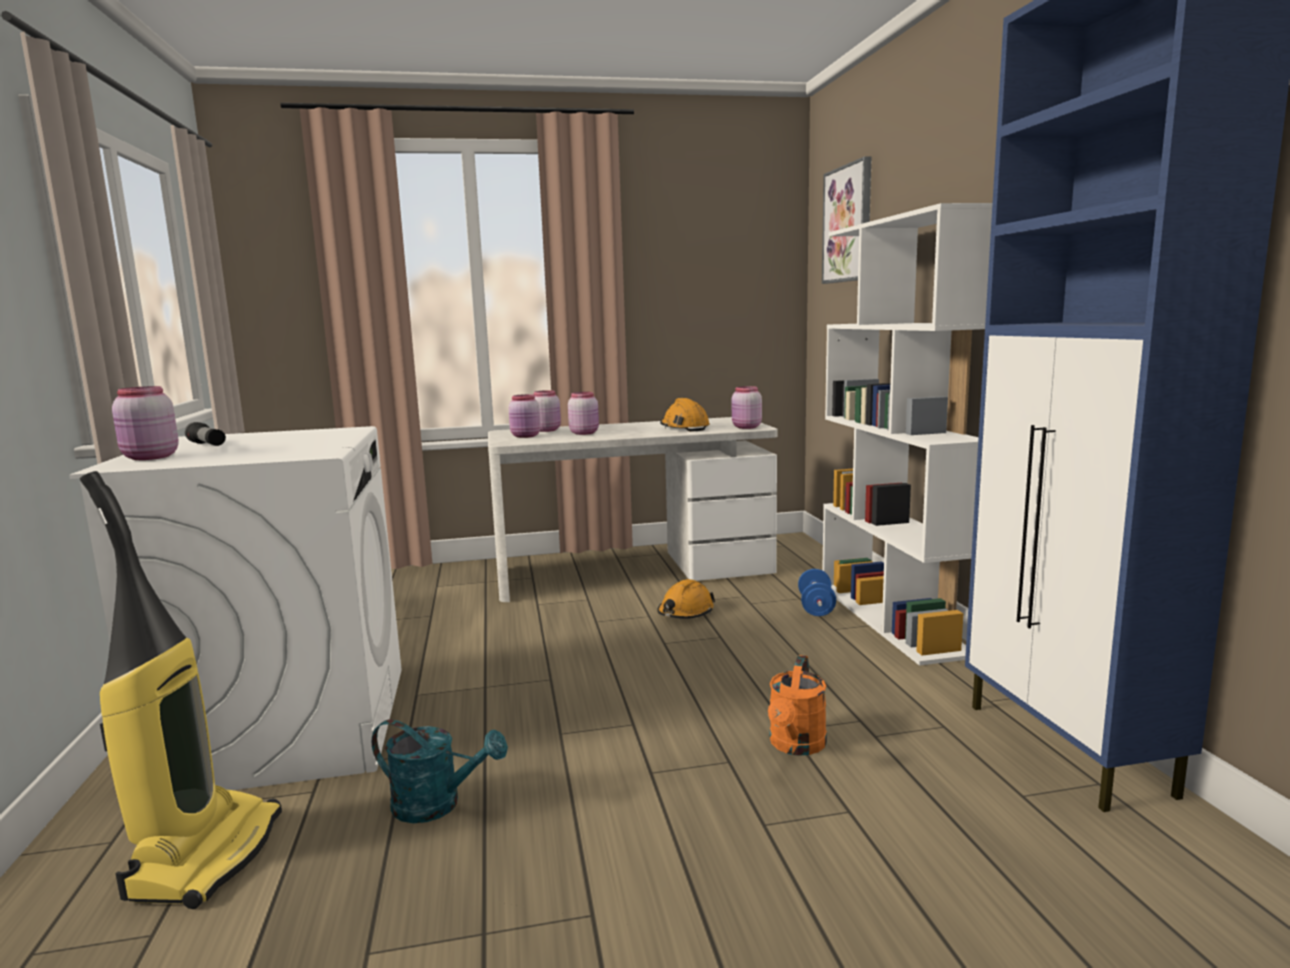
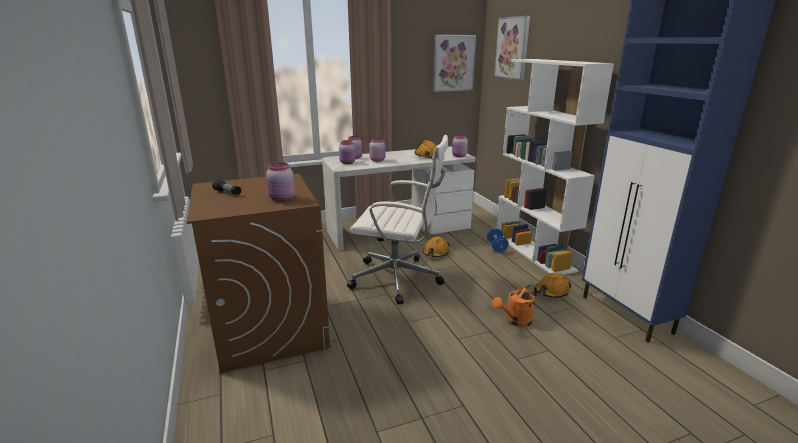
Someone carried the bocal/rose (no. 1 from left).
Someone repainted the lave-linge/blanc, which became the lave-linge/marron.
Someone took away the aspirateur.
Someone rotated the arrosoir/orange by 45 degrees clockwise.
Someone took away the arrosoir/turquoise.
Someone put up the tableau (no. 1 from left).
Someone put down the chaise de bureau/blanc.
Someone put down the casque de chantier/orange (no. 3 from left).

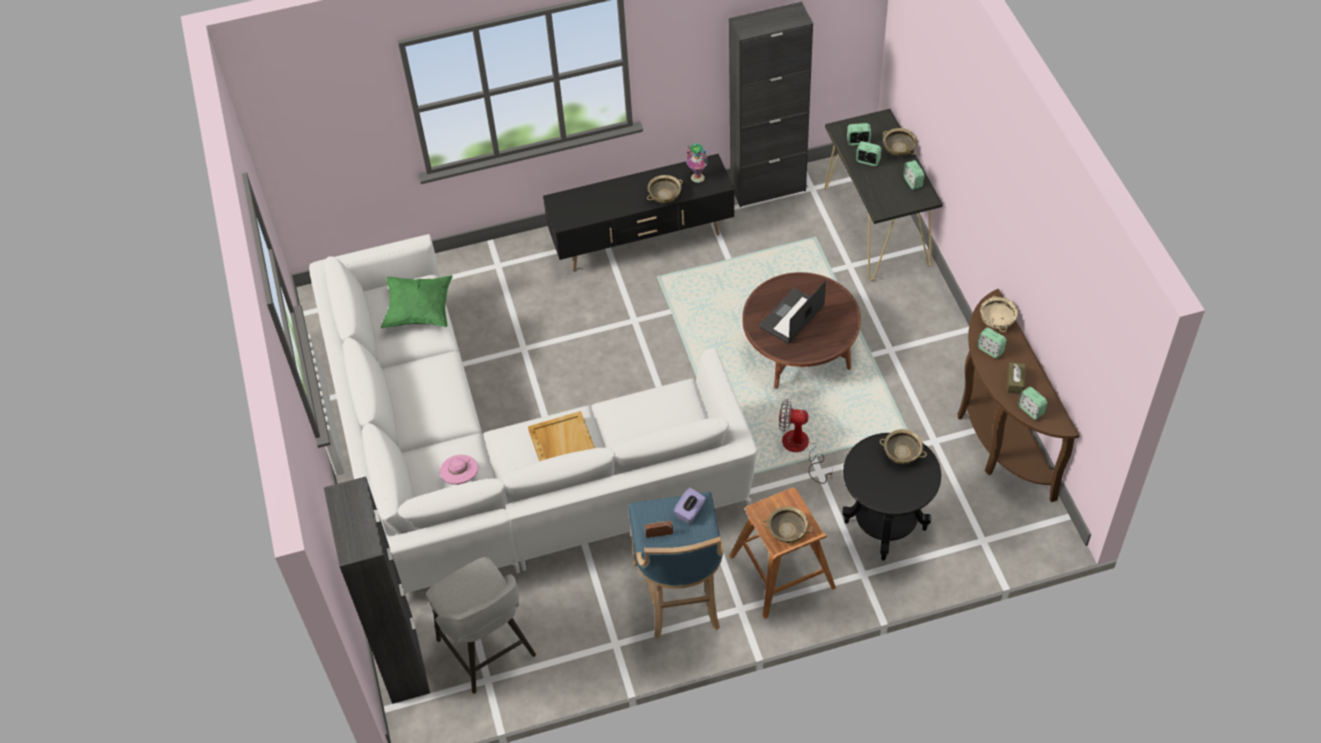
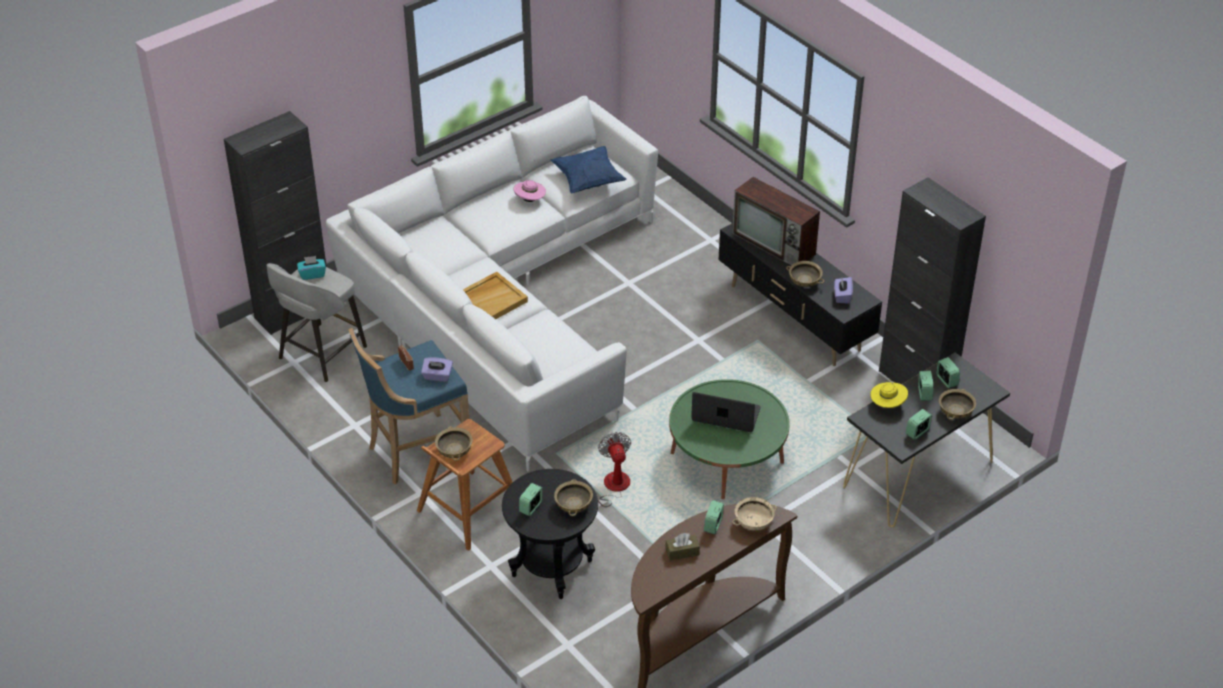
Someone swapped the vase for the boîte à mouchoirs/violet (no. 2 from left).
Someone repainted the table basse/marron, which became the table basse/vert.
Someone repainted the coussin/vert, which became the coussin/bleu.
Someone carried the réveil (no. 5 from left in the first image).
Someone carried the chapeau/rose.
Someone put down the téléviseur.
Someone put down the boîte à mouchoirs/turquoise.
Someone put down the chapeau/jaune.

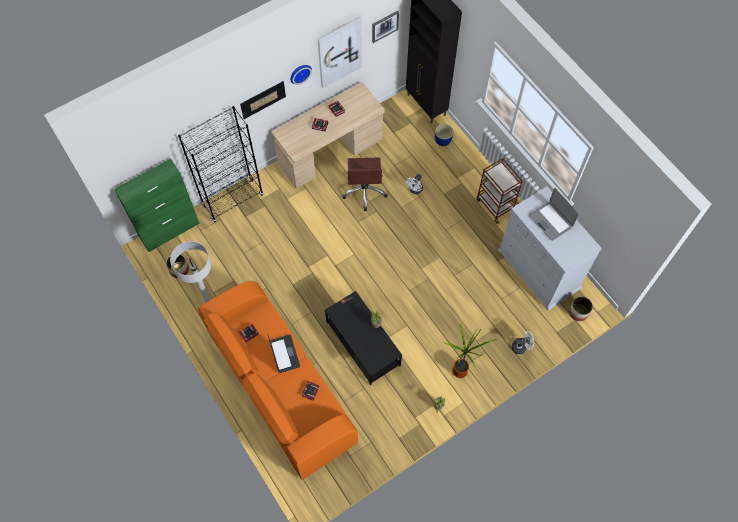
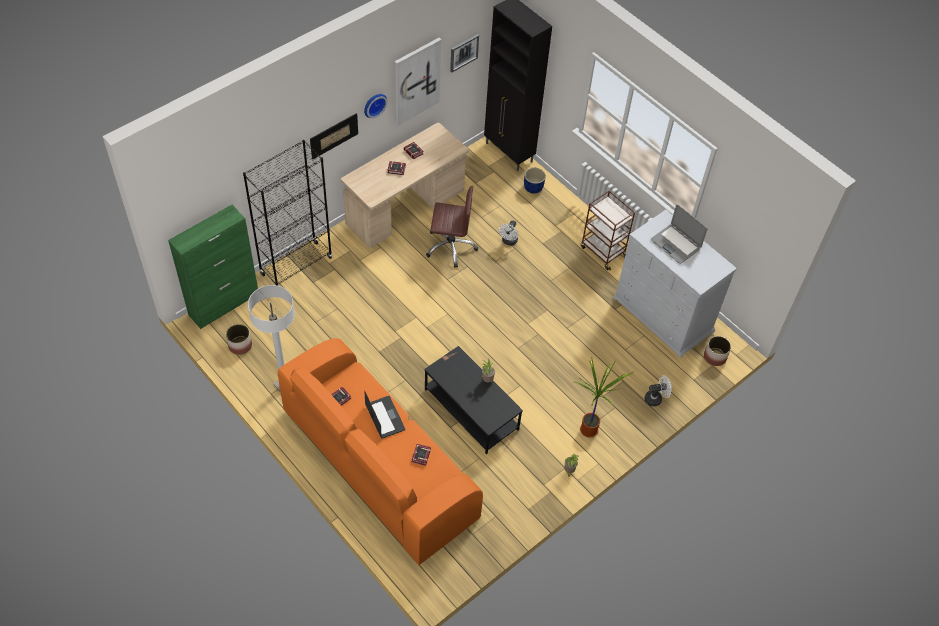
Someone rotated the chaise de bureau/marron by 75 degrees counterclockwise.

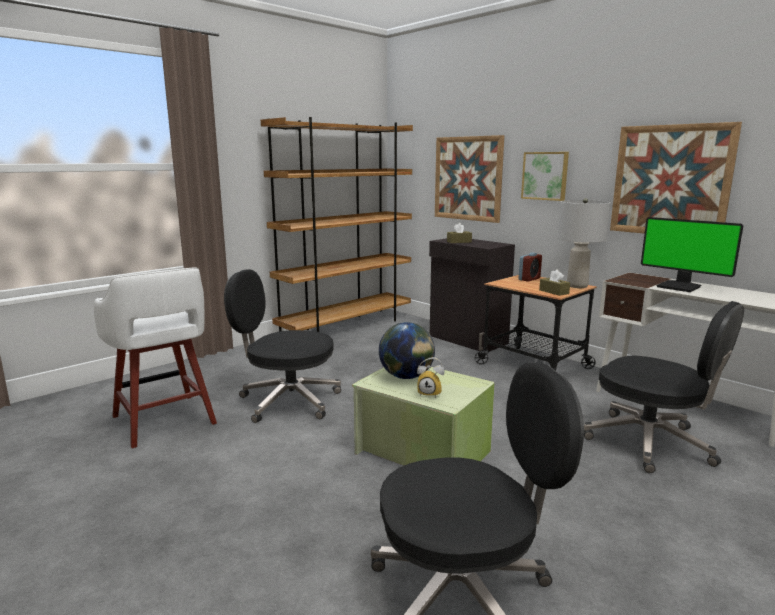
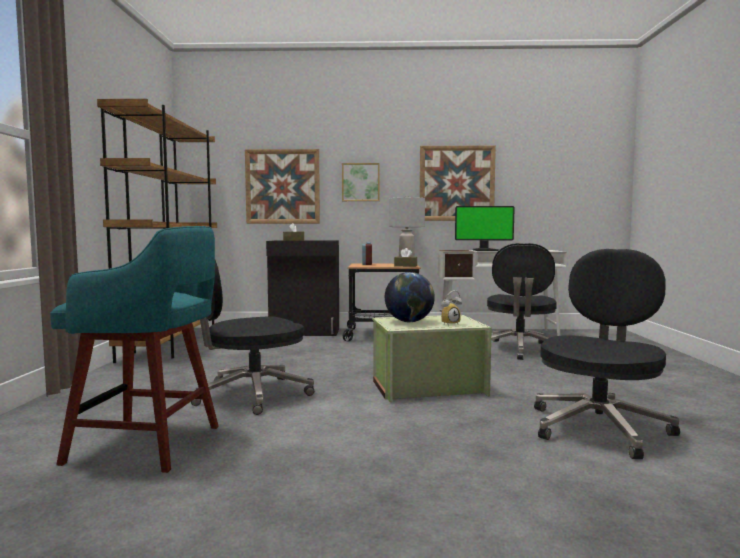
Someone repainted the tabouret/blanc, which became the tabouret/turquoise.
Someone rotated the chaise de bureau/noir (no. 3 from left in the first image) by 105 degrees clockwise.

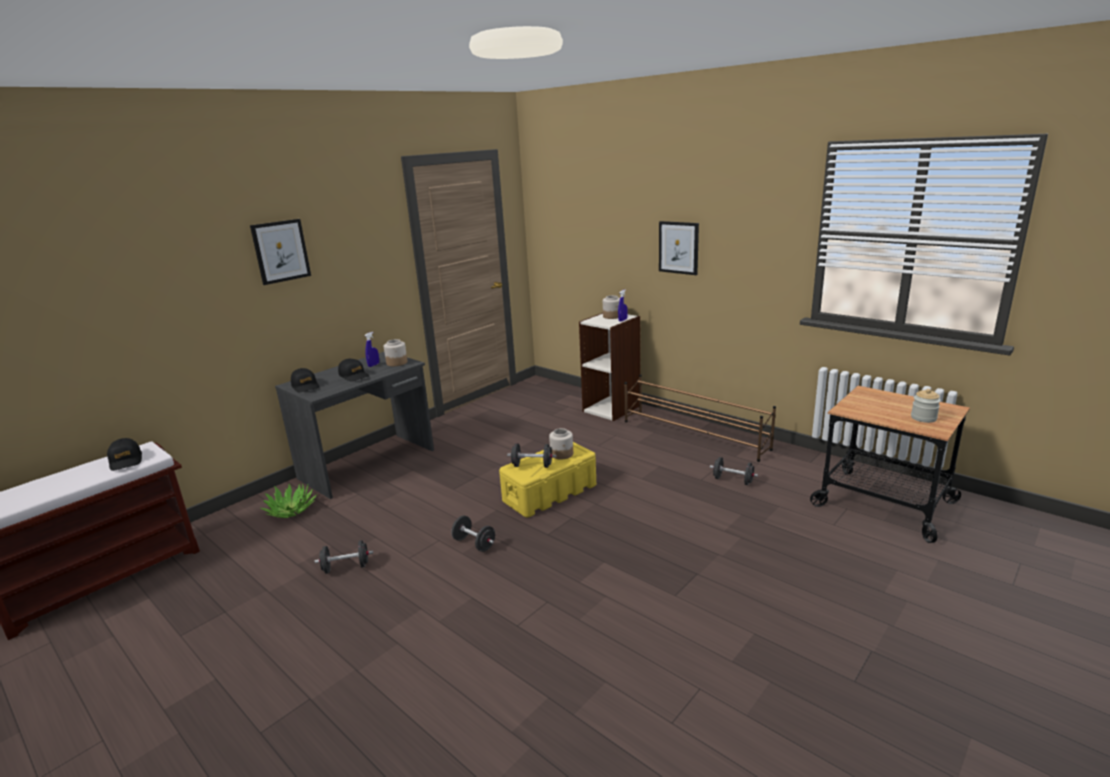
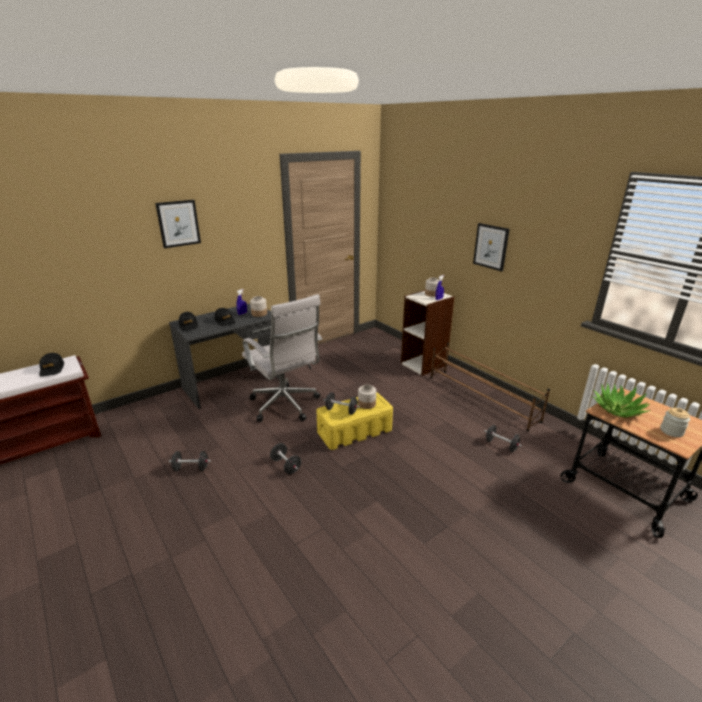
Someone carried the plante en pot.
Someone put down the chaise de bureau/blanc.

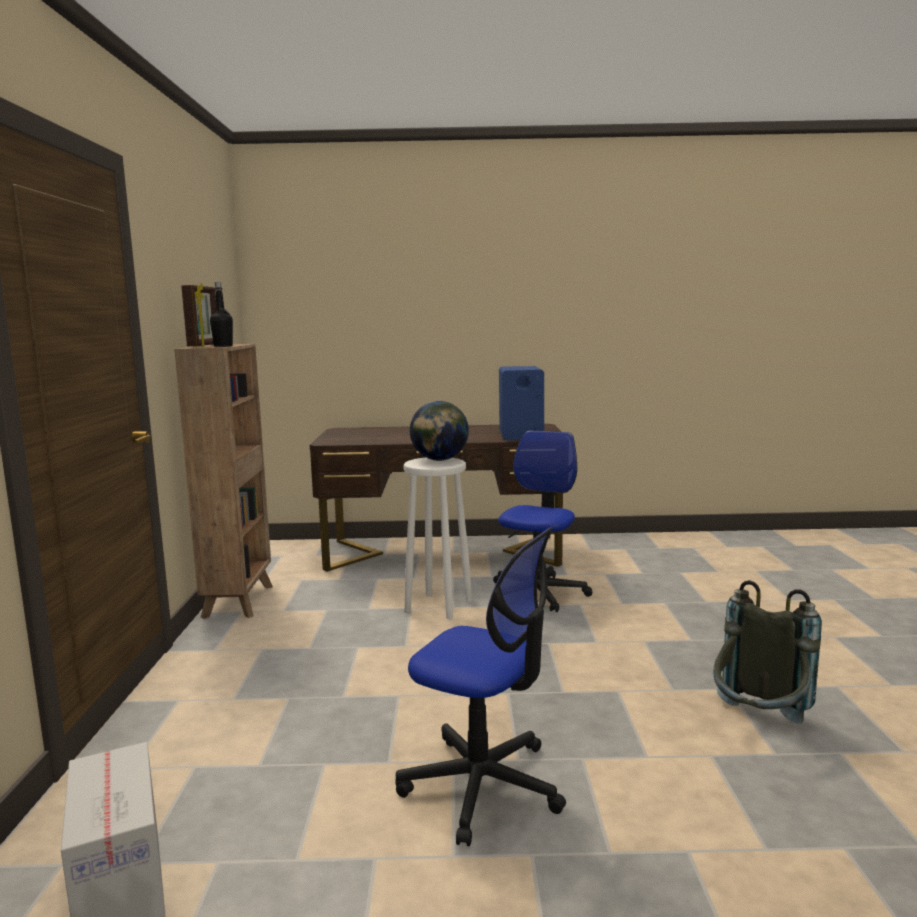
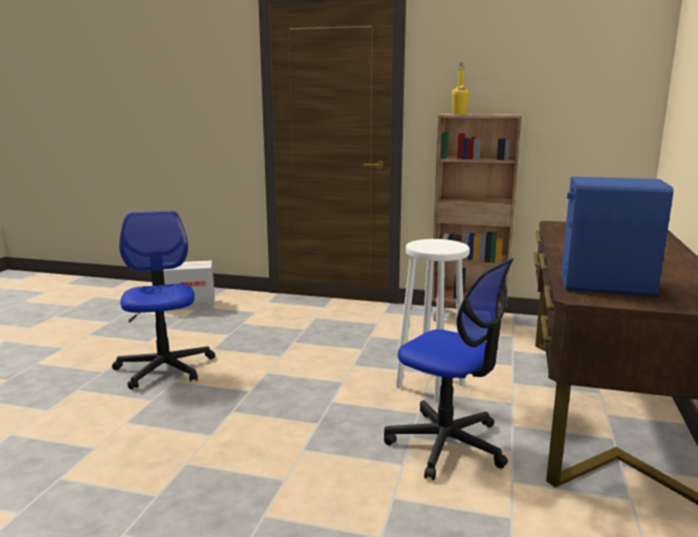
Someone repainted the bouteille/noir, which became the bouteille/jaune.
Someone took away the cadre photo.
Someone took away the globe.
Someone rotated the chaise de bureau (no. 1 from left) by 120 degrees clockwise.
Someone took away the sac à dos/gris.

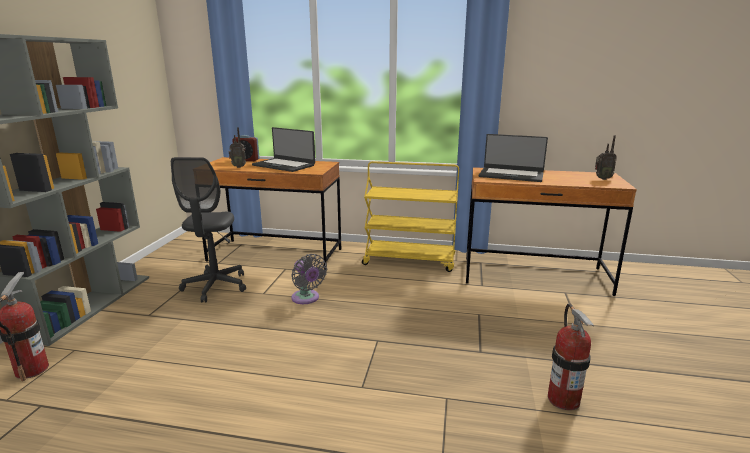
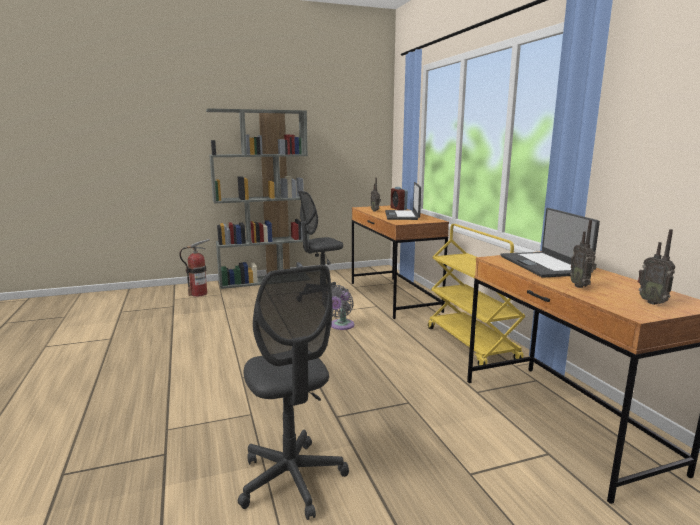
Someone swapped the extincteur (no. 2 from left) for the chaise de bureau/gris (no. 1 from left).
Someone put down the radio (no. 2 from left).

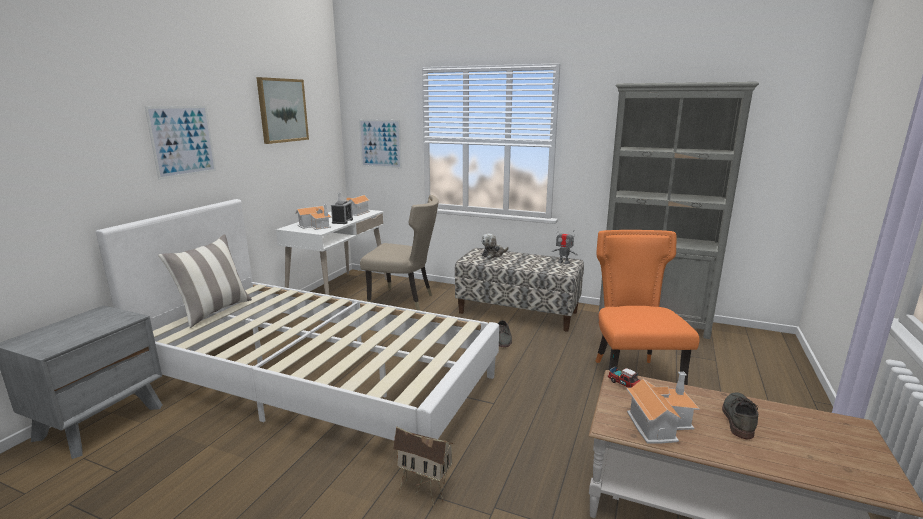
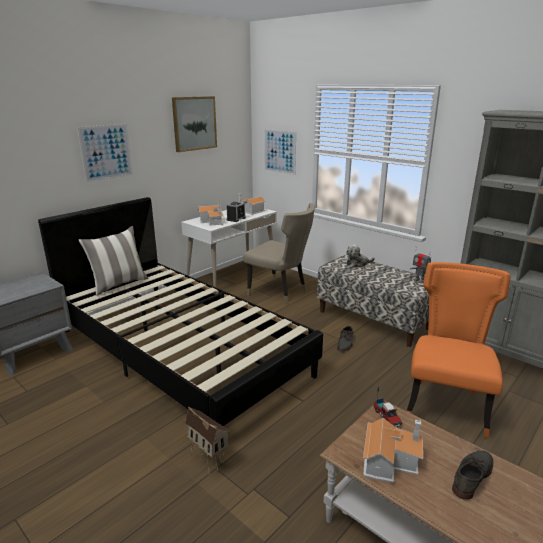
Someone repainted the lit/blanc, which became the lit/noir.

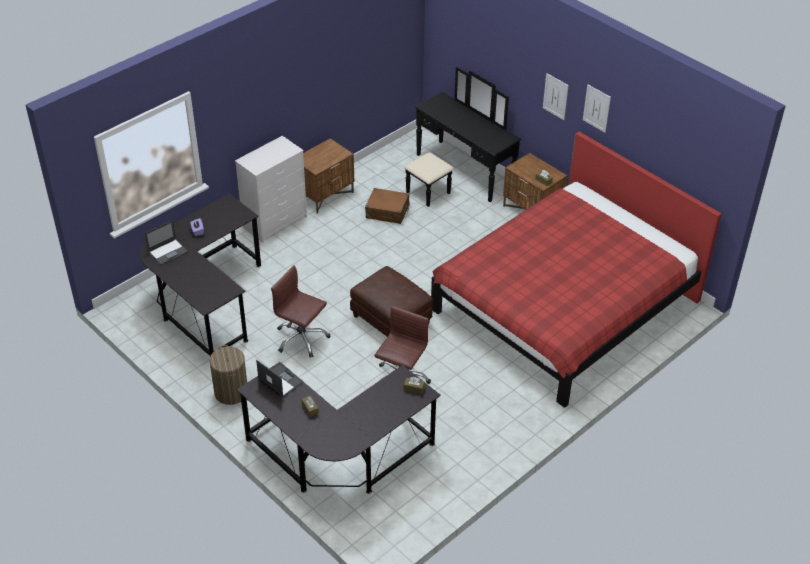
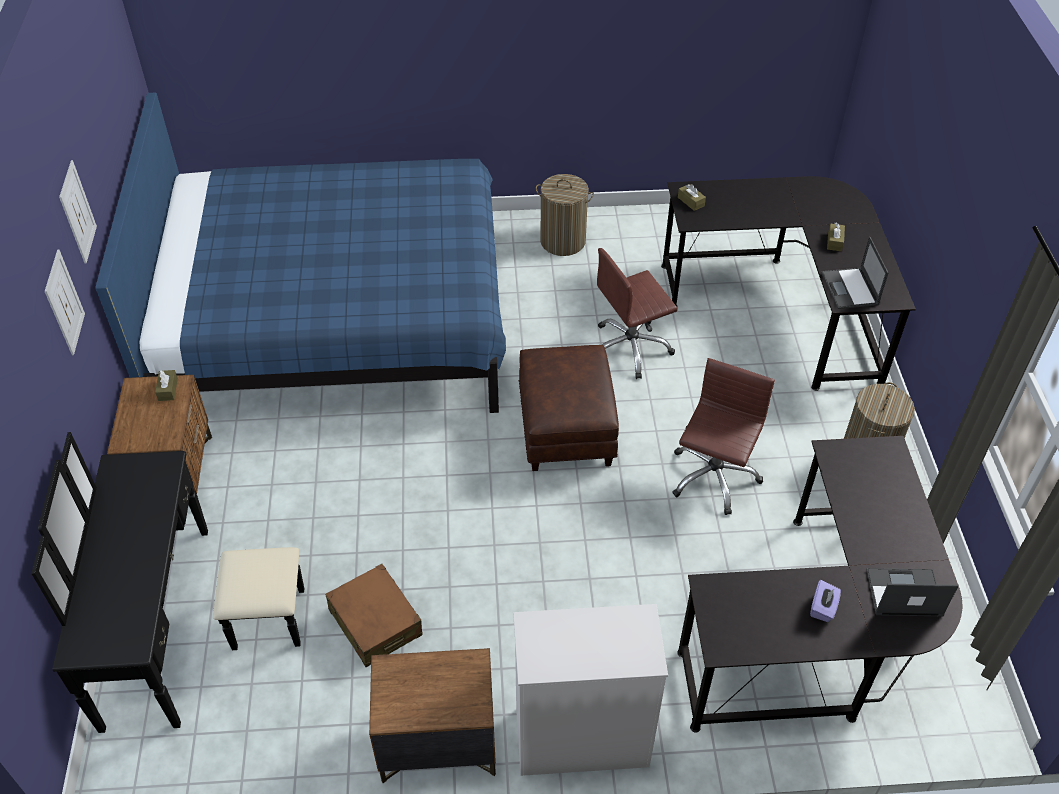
Someone repainted the lit/rouge, which became the lit/bleu.
Someone rotated the chaise de bureau/marron (no. 1 from left in the first image) by 135 degrees counterclockwise.
Someone put down the panier à linge (no. 1 from left).

